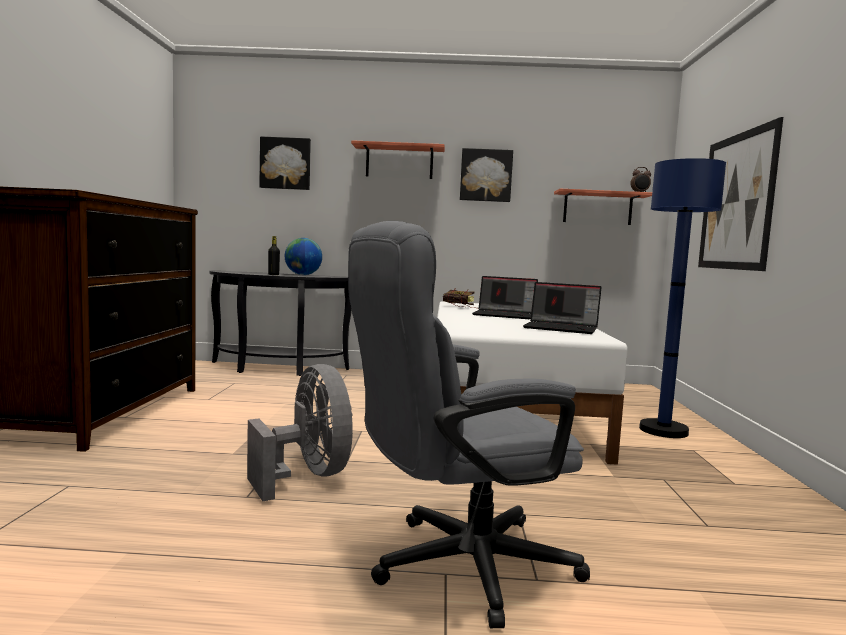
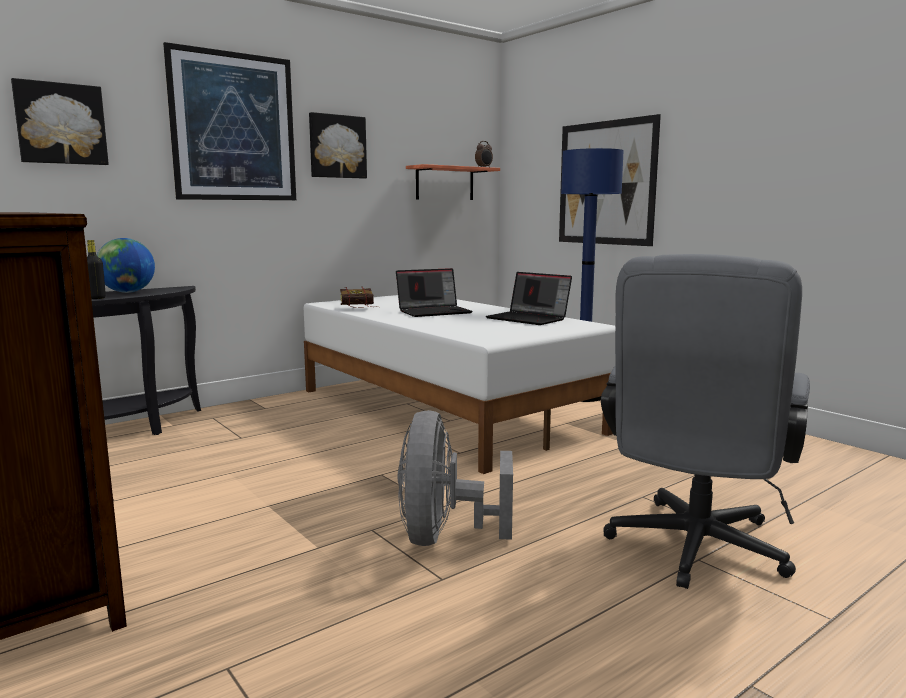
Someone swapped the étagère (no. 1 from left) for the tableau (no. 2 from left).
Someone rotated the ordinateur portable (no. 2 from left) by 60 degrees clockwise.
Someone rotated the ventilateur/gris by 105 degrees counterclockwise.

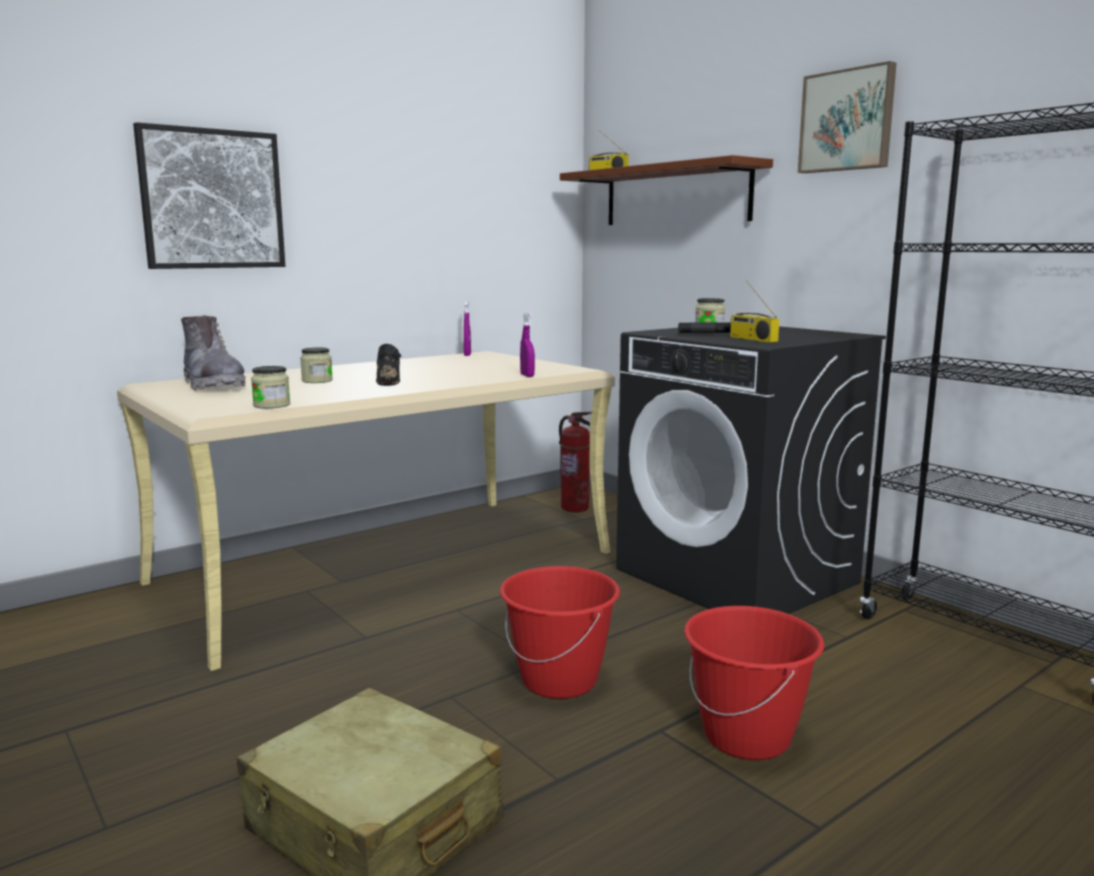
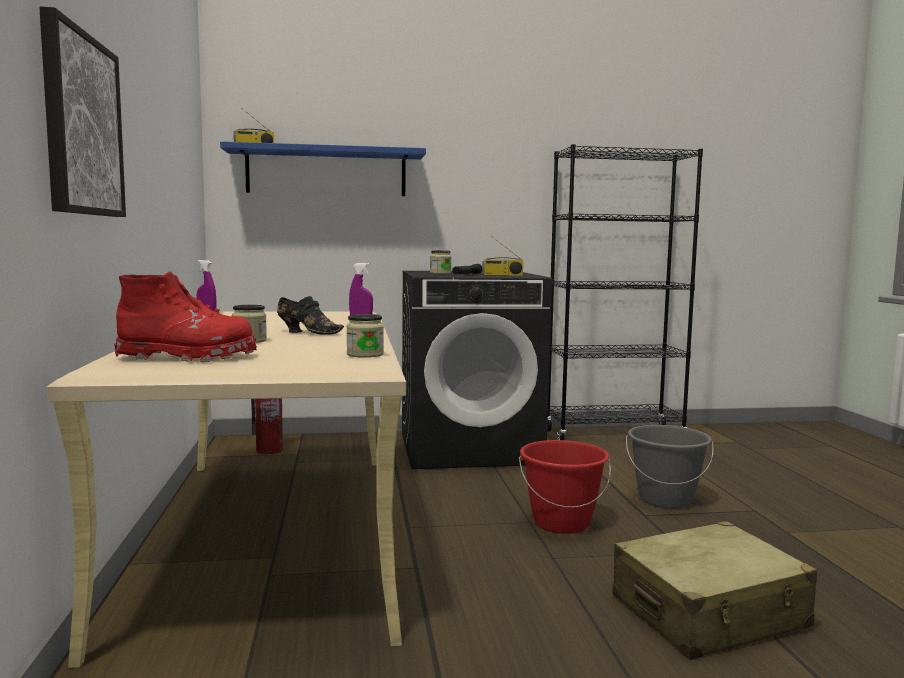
Someone took away the tableau (no. 2 from left).
Someone repainted the étagère/marron, which became the étagère/bleu.
Someone repainted the botte/gris, which became the botte/rouge.
Someone repainted the seau/rouge (no. 2 from left), which became the seau/gris.

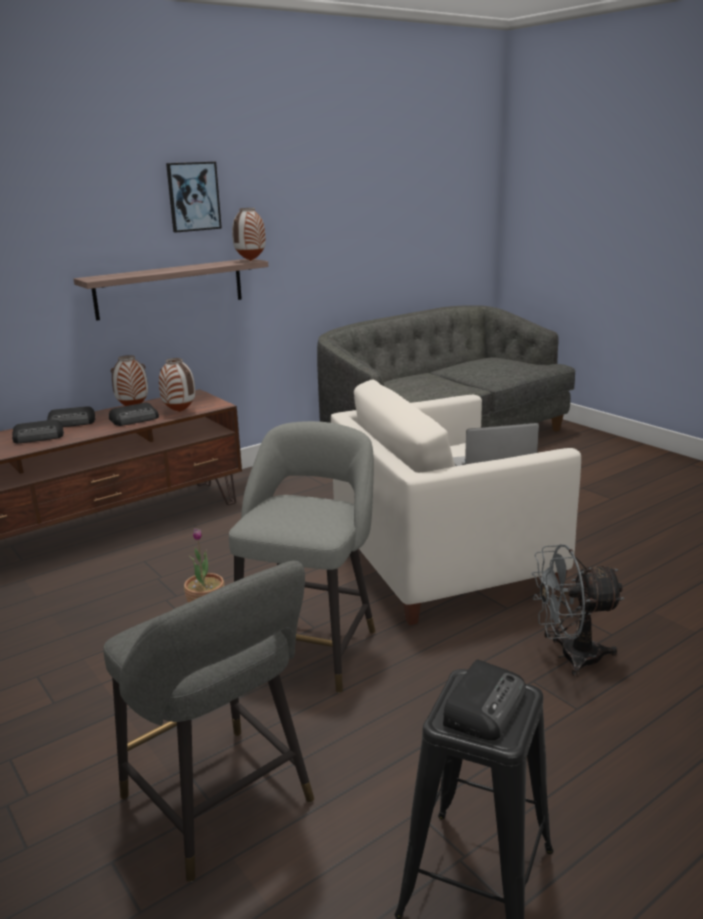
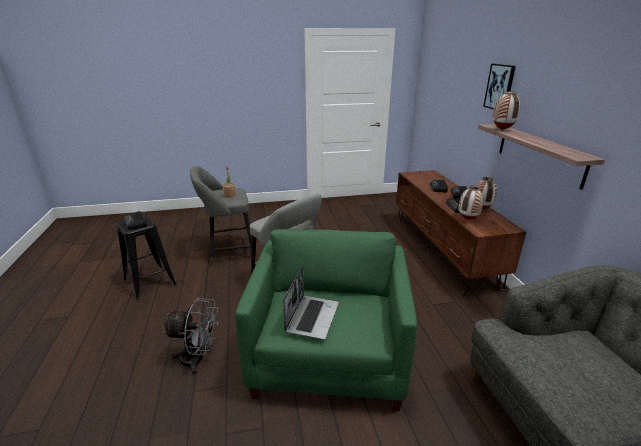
Someone carried the tableau.
Someone carried the vase (no. 3 from left).
Someone repainted the fauteuil/blanc, which became the fauteuil/vert.
Someone rotated the ventilateur/gris by 75 degrees clockwise.

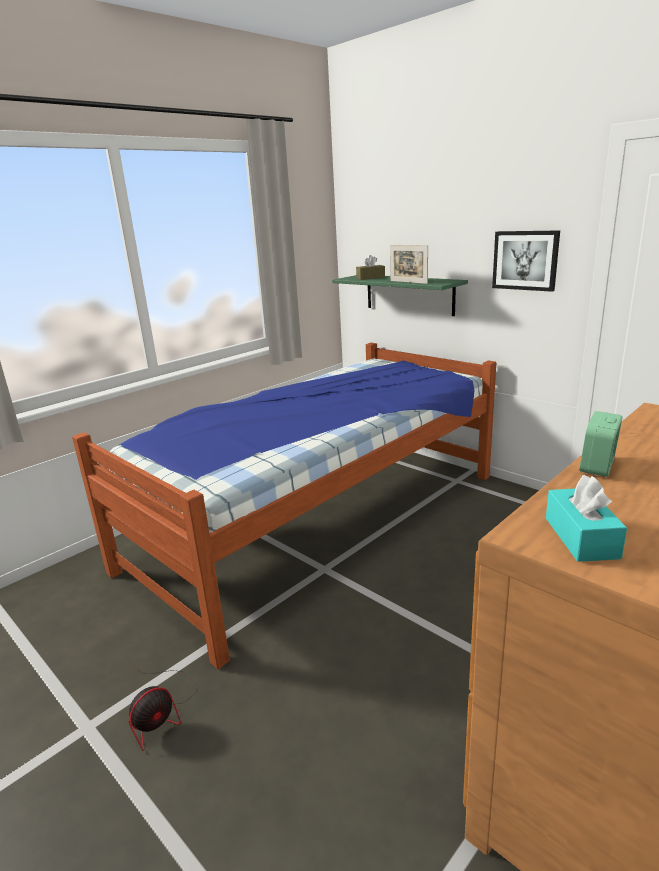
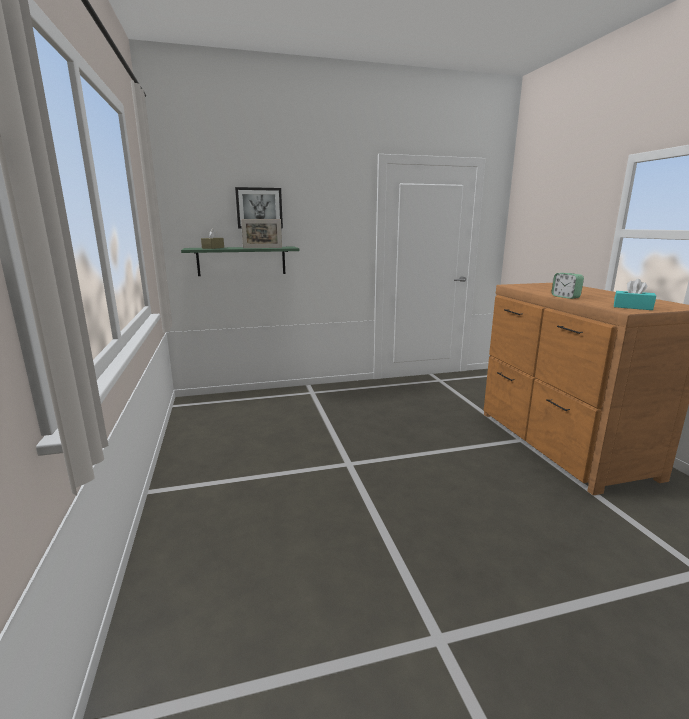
Someone carried the tableau.
Someone took away the lit.
Someone took away the ventilateur.

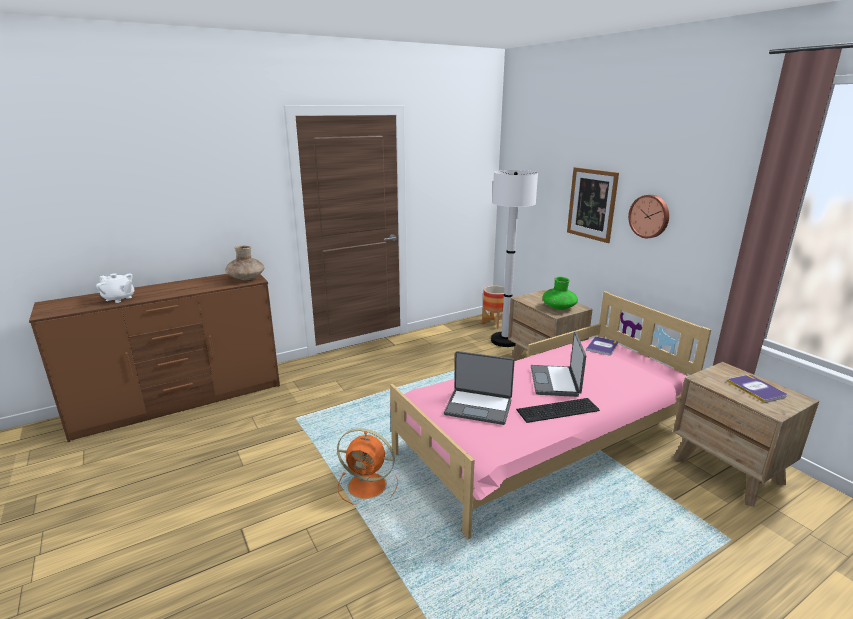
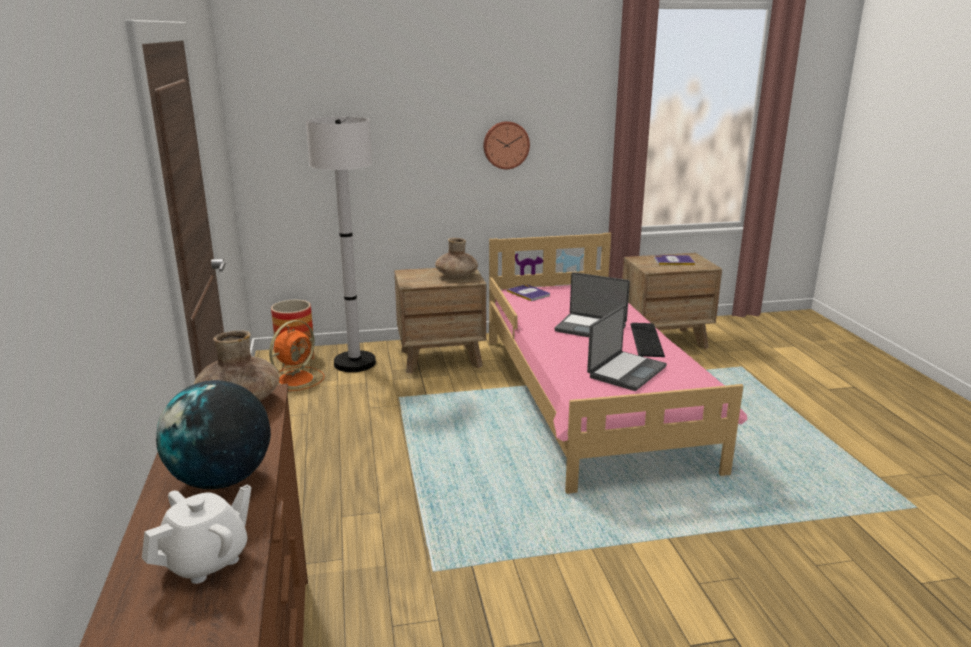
Someone took away the tableau.
Someone repainted the vase/vert, which became the vase/marron (no. 2 from left).
Someone carried the ventilateur/orange.
Someone put down the globe.

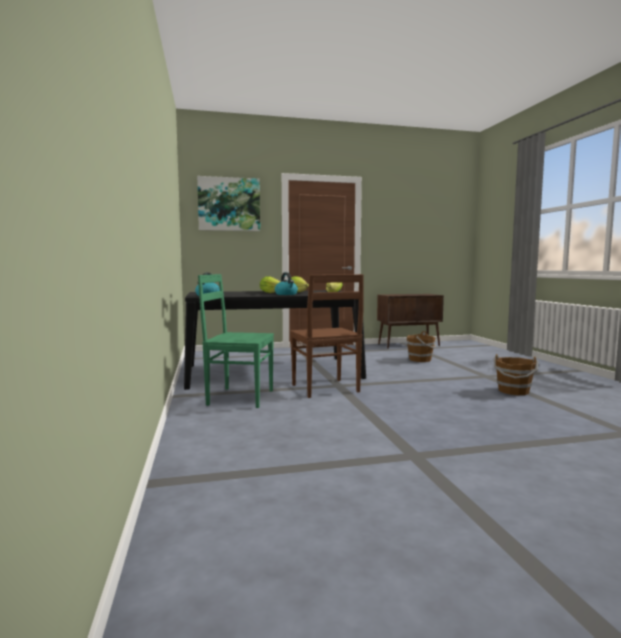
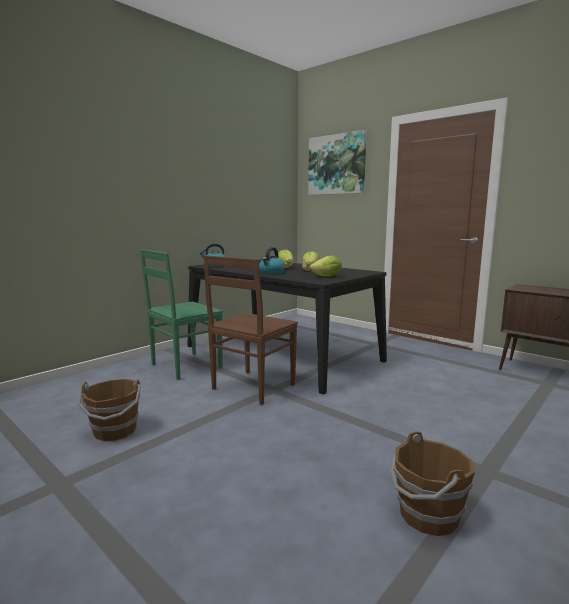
Someone rotated the chaise/vert by 105 degrees counterclockwise.
Someone carried the seau/marron (no. 1 from left).

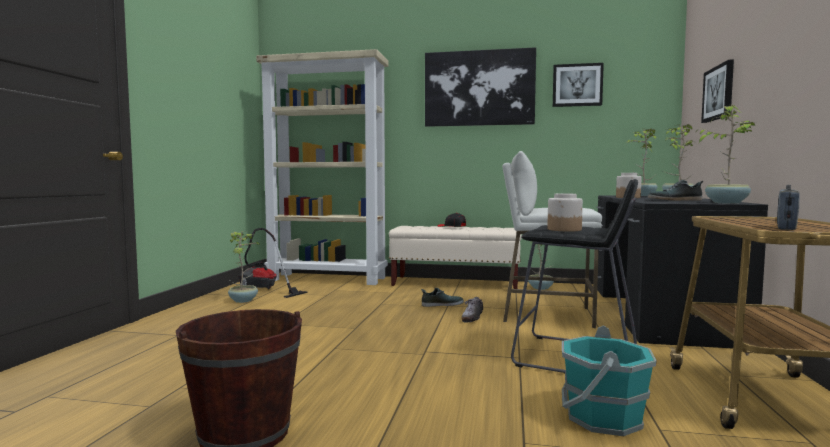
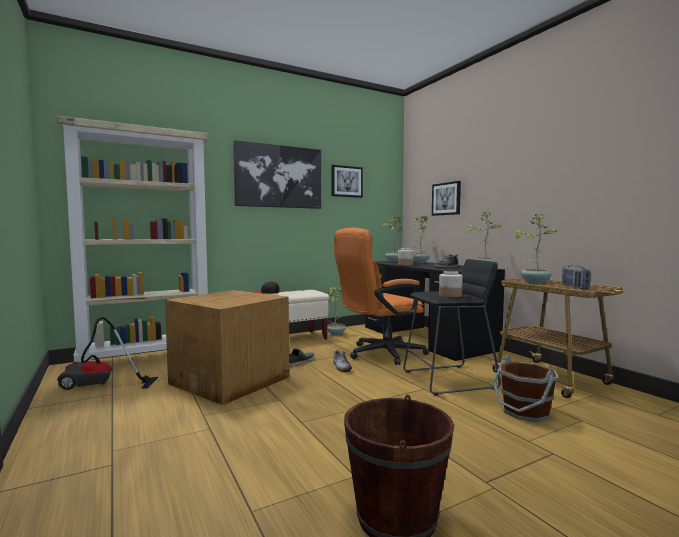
Someone swapped the tabouret/blanc for the chaise de bureau/orange.
Someone carried the plante en pot (no. 1 from left in the first image).
Someone repainted the seau/turquoise, which became the seau/marron (no. 2 from left).
Someone put down the carton.

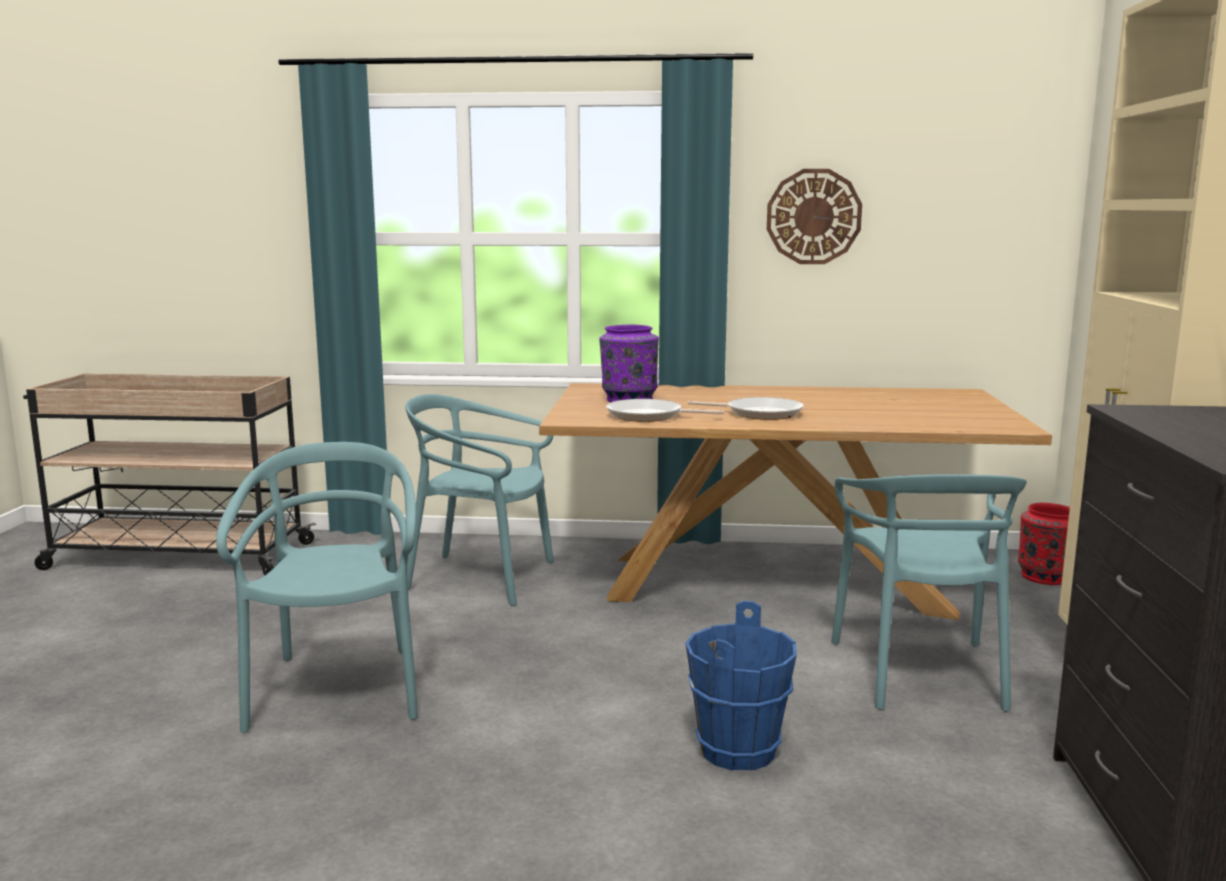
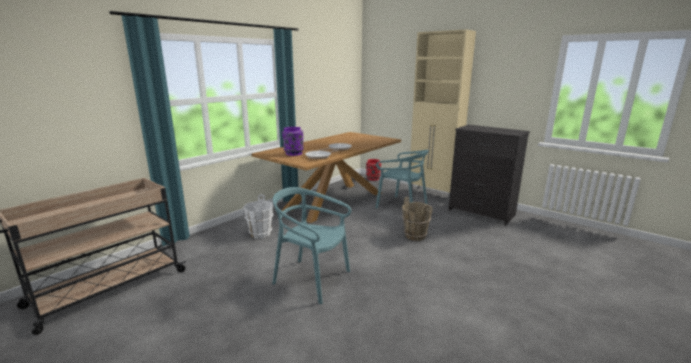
Someone took away the horloge murale.
Someone swapped the chaise/turquoise (no. 2 from left) for the seau/blanc.
Someone repainted the seau/bleu, which became the seau/marron.

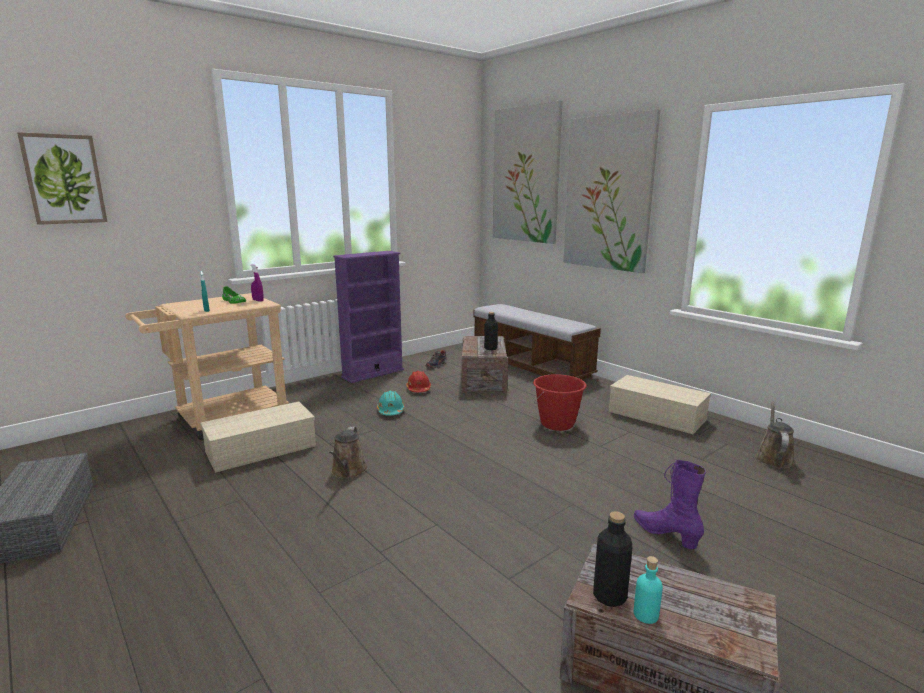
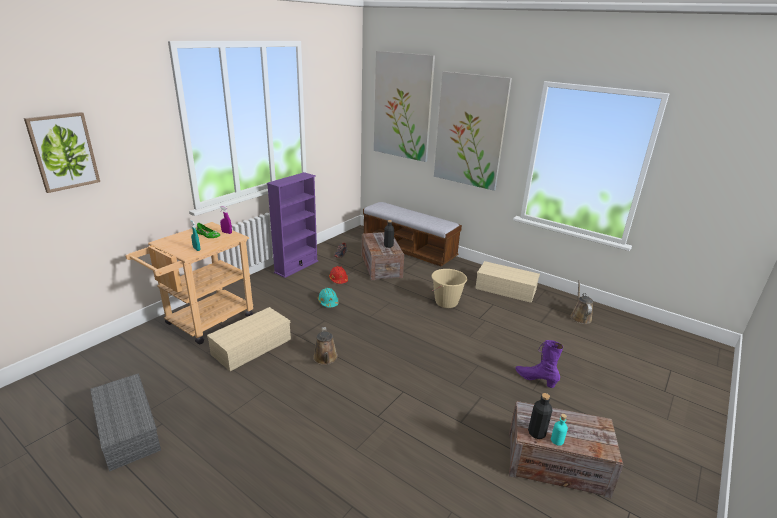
Someone repainted the seau/rouge, which became the seau/beige.

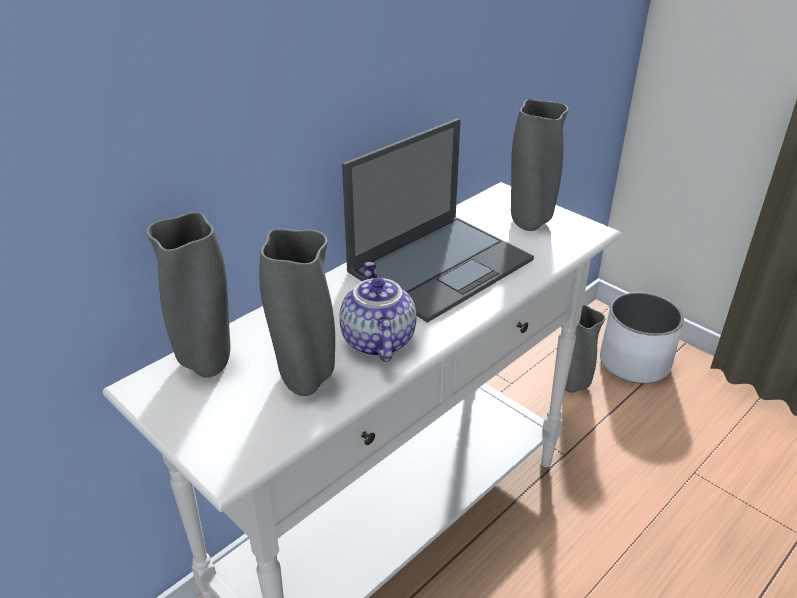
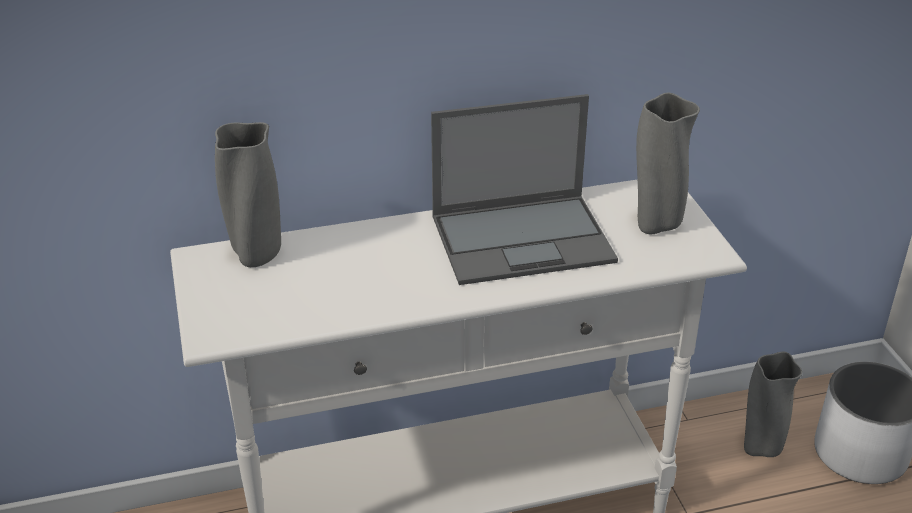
Someone took away the vase/gris (no. 2 from left).
Someone took away the théière.

